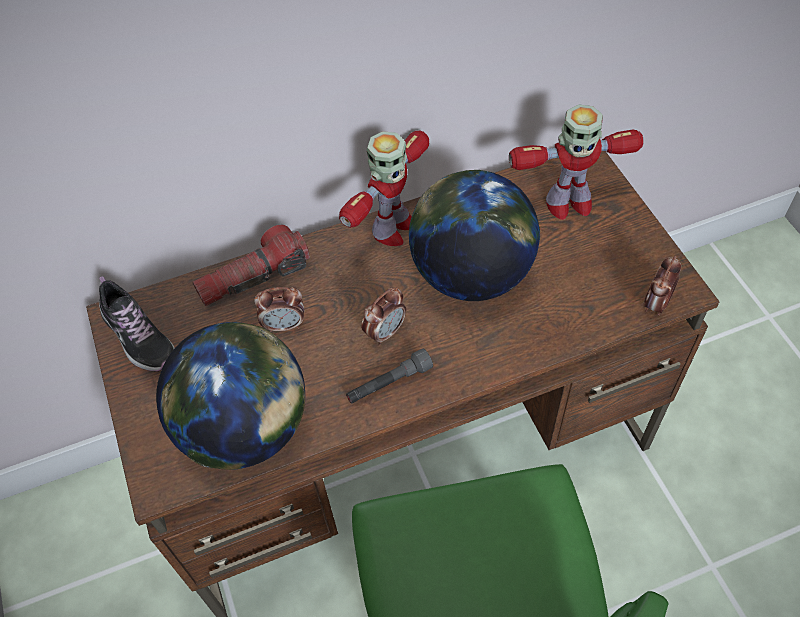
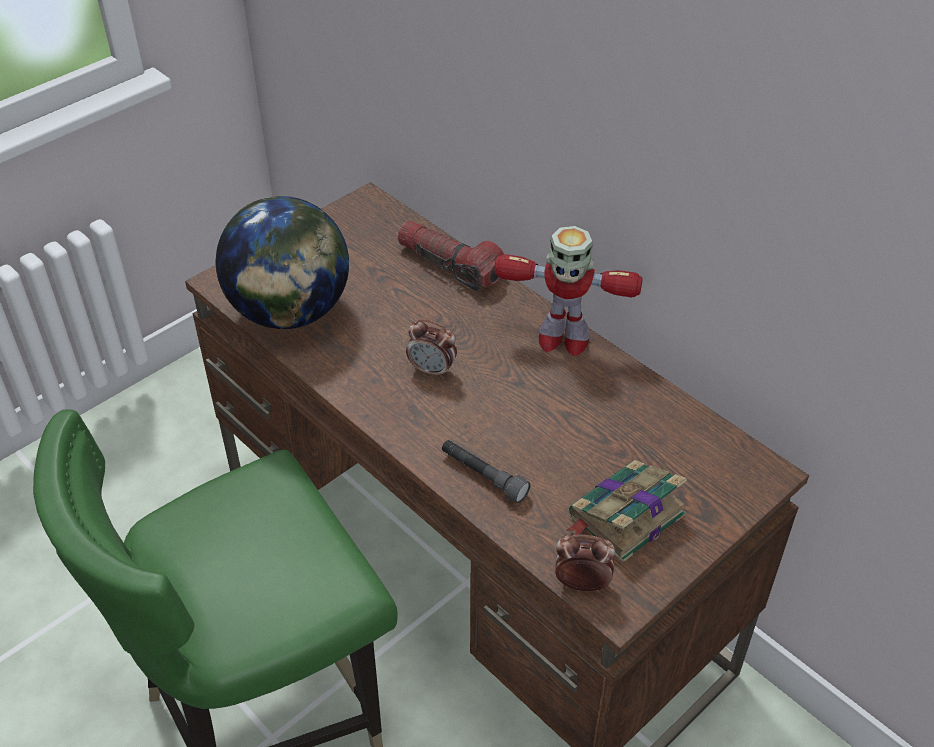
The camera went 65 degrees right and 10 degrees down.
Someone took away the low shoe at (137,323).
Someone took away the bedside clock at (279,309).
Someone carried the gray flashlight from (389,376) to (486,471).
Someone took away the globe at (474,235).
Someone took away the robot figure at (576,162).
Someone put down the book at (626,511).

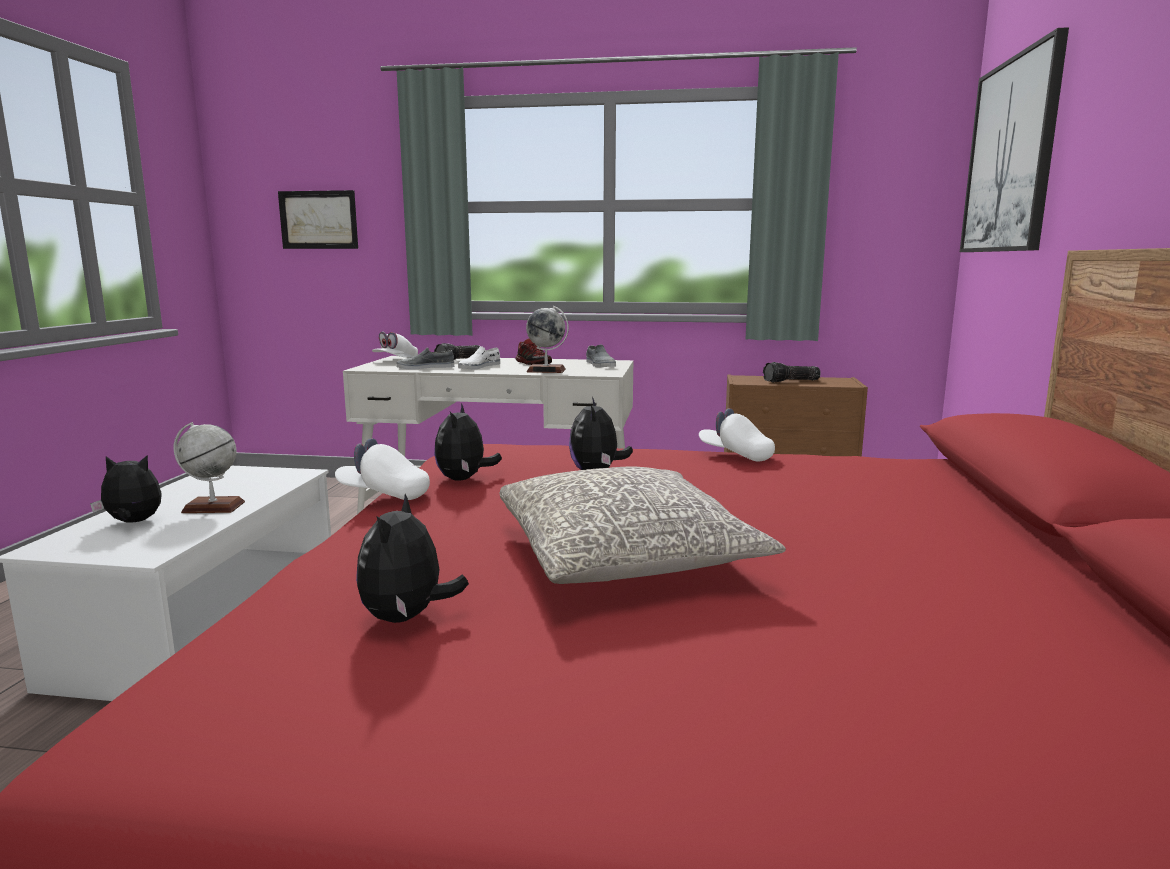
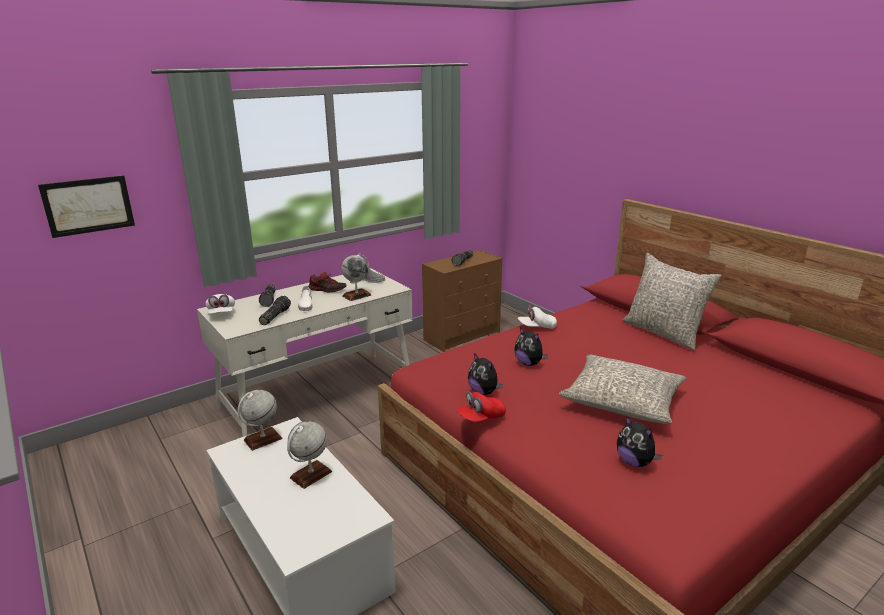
The camera went 45 degrees left and 10 degrees up.
Someone took away the soft toy at (126,489).
Someone repainted the whitish baseball cap at (382,469), which became the red-coloured baseball cap at (481,406).
Someone swapped the gray low shoe at (425,358) for the flashlight at (275,310).
Someone took away the wall picture at (1014,139).
Someone put down the globe at (260,420).
Someone put down the gray cushion at (672,301).

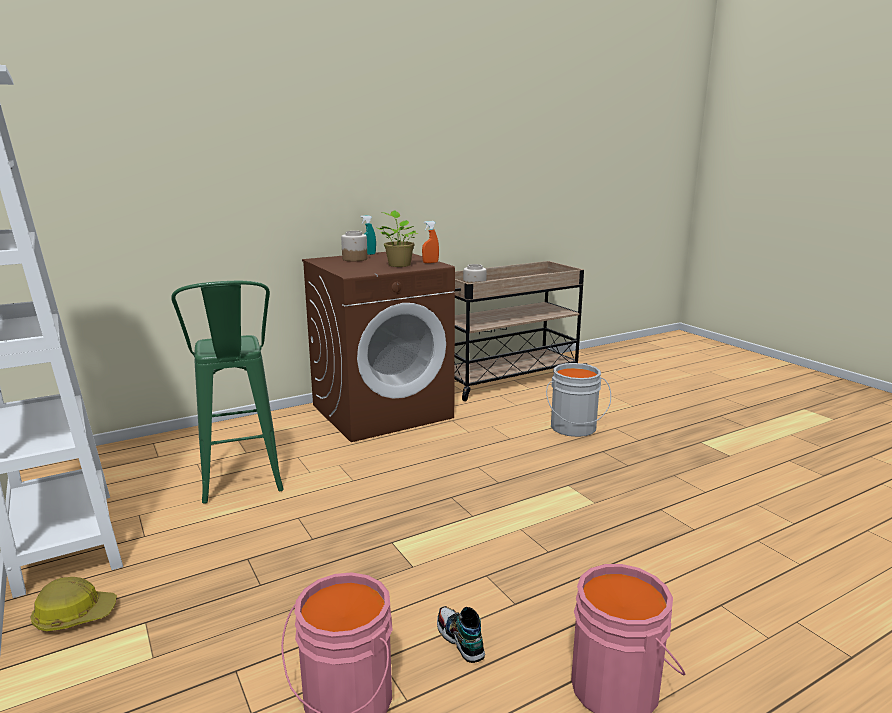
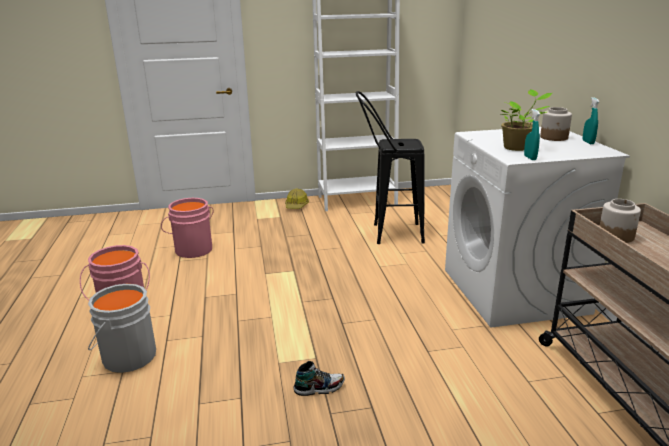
The camera went 110 degrees right and 5 degrees up.
Someone repainted the greenish sitting stool at (227,392), which became the blackish sitting stool at (390,167).
Someone repainted the brown laundry appliance at (378,347), which became the whitish laundry appliance at (537,227).
Someone repainted the orange-coloured sprayer at (430,242), which became the turquoise sprayer at (532,134).
Someone carried the low shoe from (461,634) to (319,378).
Someone carried the gray bucket from (578,400) to (122,328).

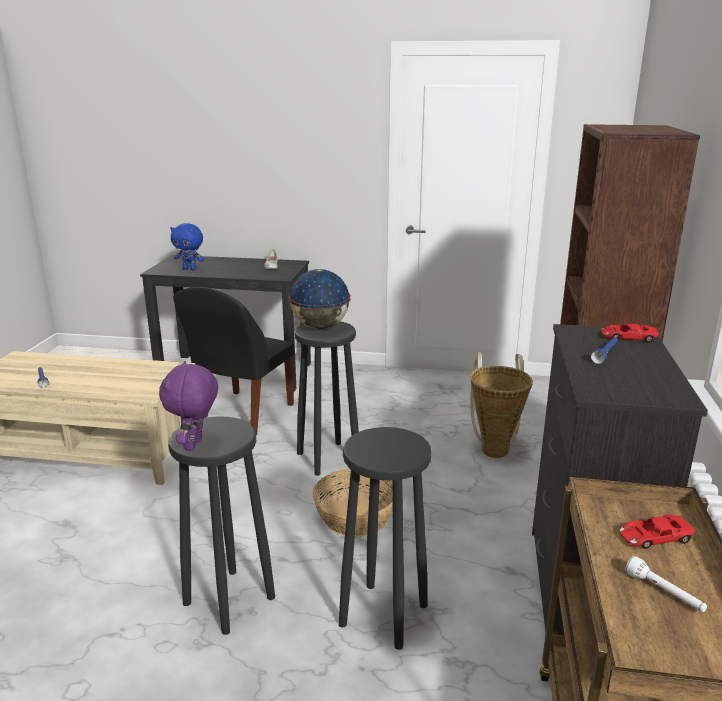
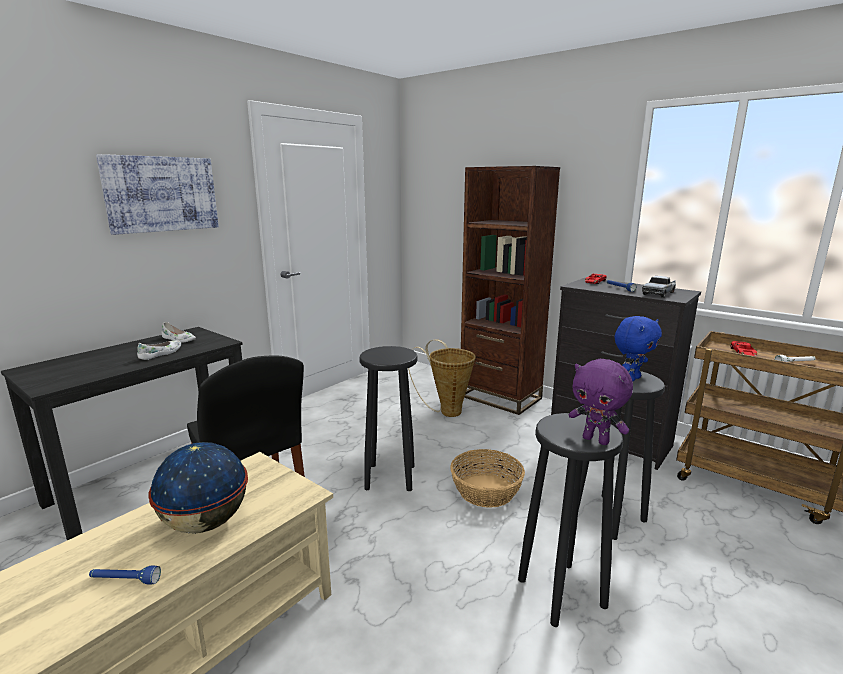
The camera went 60 degrees left and 5 degrees down.
Someone carried the blue-coloured soft toy from (187,246) to (638,348).
Someone carried the globe from (319,299) to (198,488).
Someone put up the wall picture at (157,194).
Someone put down the whitish low shoe at (159,350).
Someone put down the toy truck at (659,287).

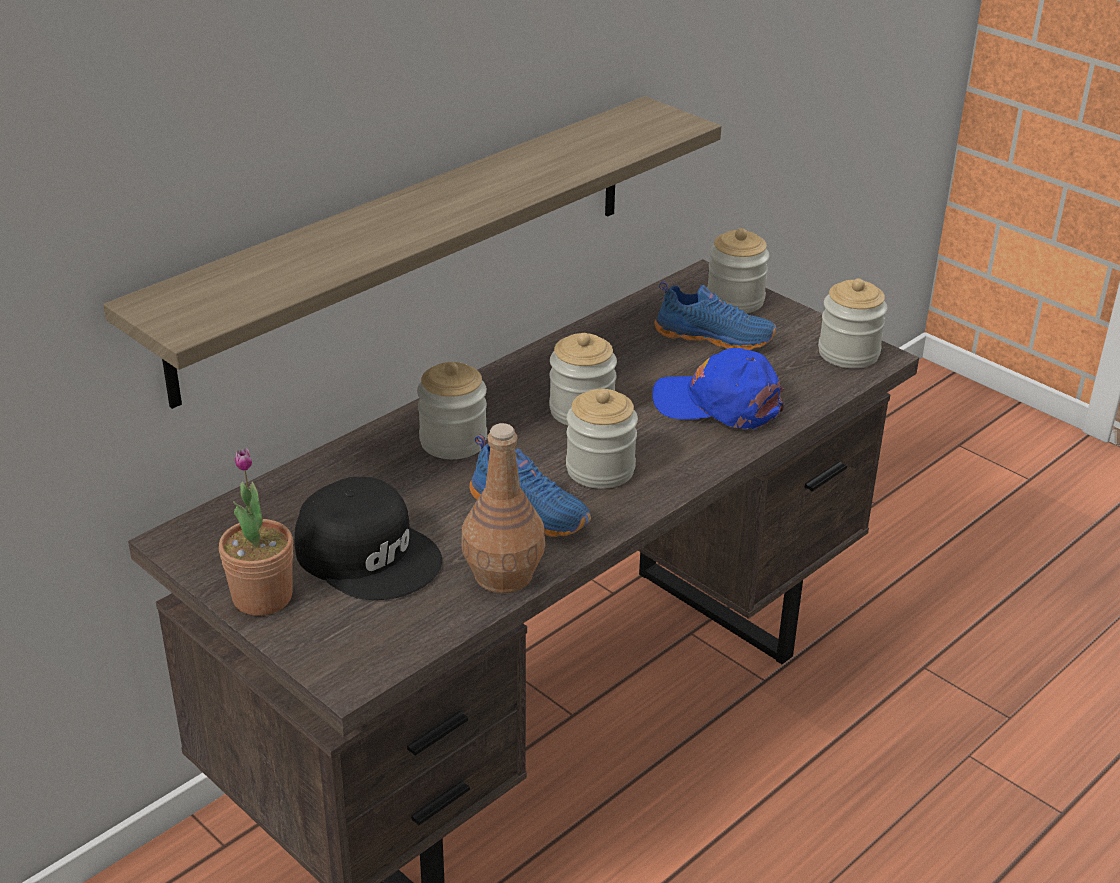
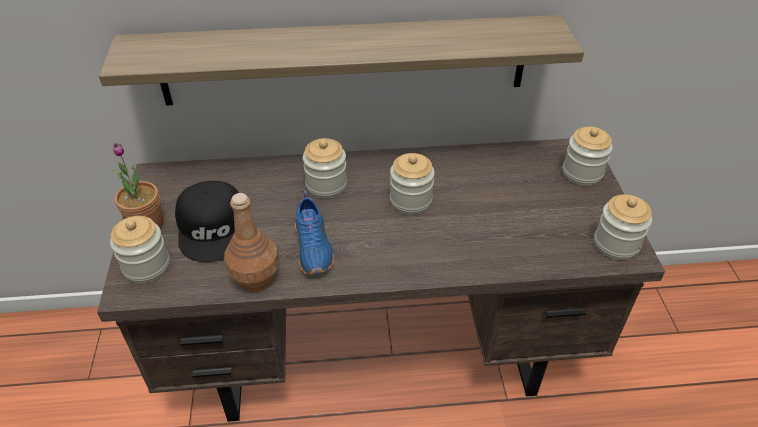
The camera went 40 degrees right and 10 degrees up.
Someone carried the storage jar from (602,439) to (140,249).
Someone took away the blue-coloured baseball cap at (718,388).
Someone took away the blue-coloured low shoe at (715,315).

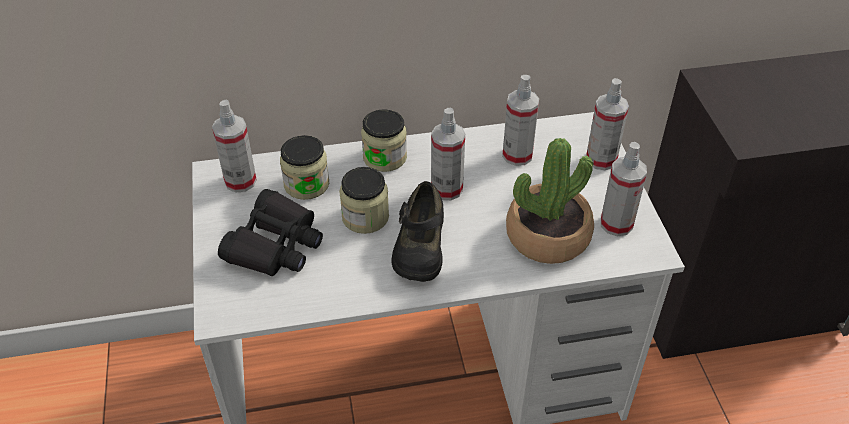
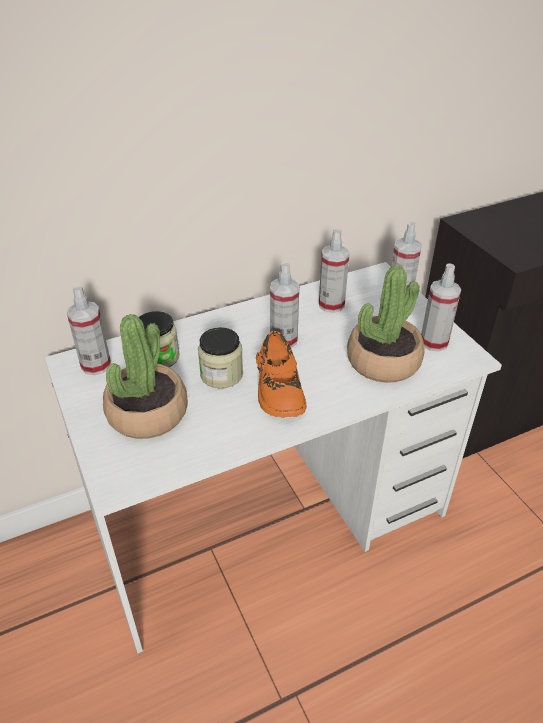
The camera went 15 degrees left and 5 degrees down.
Someone swapped the blackish binoculars at (270,232) for the potted plant at (145,376).
Someone took away the storage jar at (384,140).
Someone repainted the blackish low shoe at (418,231), which became the orange-coloured low shoe at (281,374).

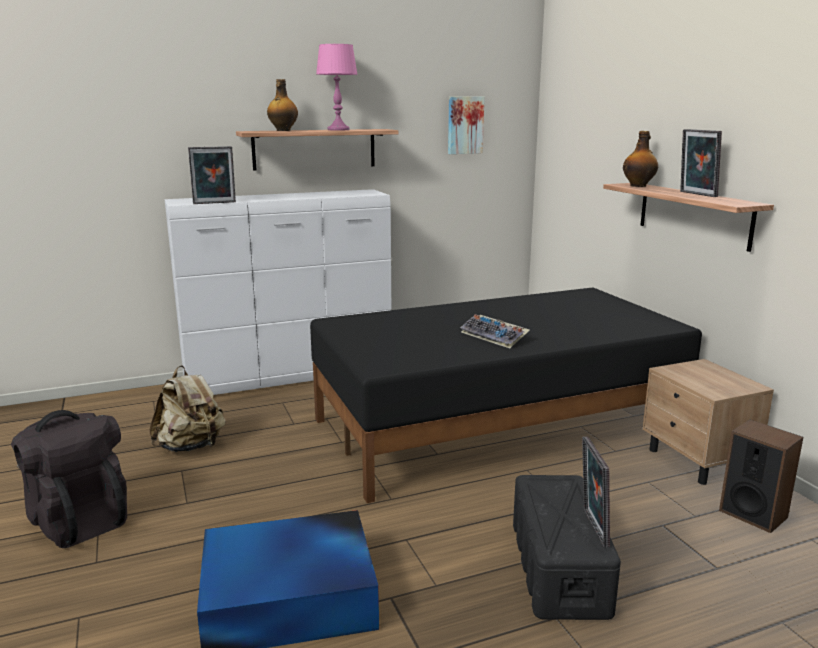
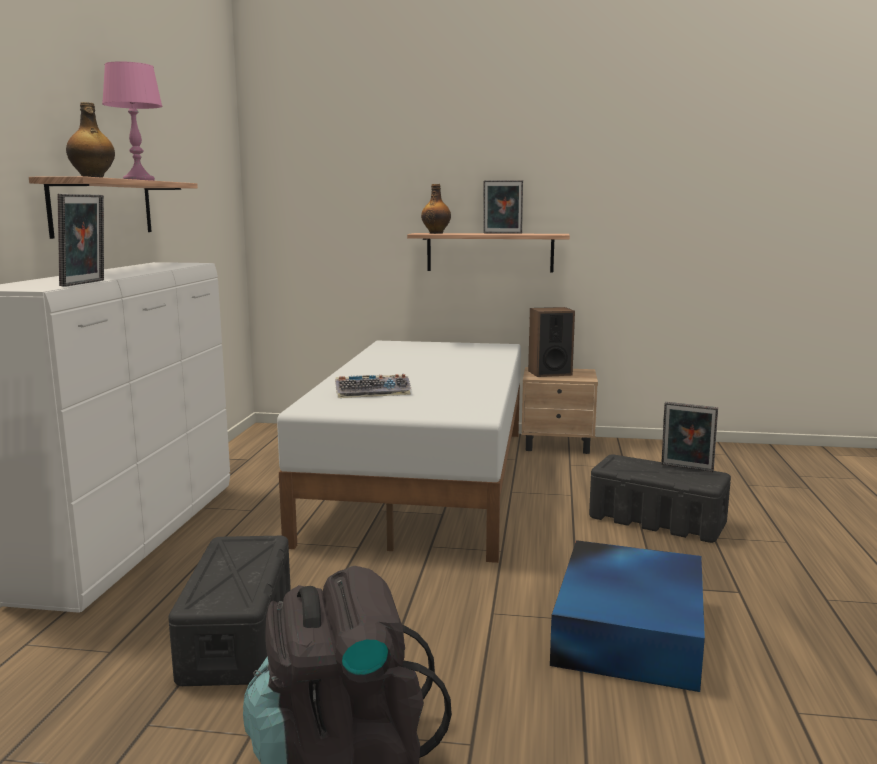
The camera went 60 degrees left and 5 degrees down.
Someone swapped the beige-coloured rucksack at (187,408) for the blackish storage container at (229,611).
Someone repainted the blackish bedroom bed at (506,395), which became the whitish bedroom bed at (399,452).
Someone took away the wall picture at (466,125).
Someone carried the computer keyboard from (495,331) to (373,386).
Someone carried the speaker from (761,476) to (551,342).

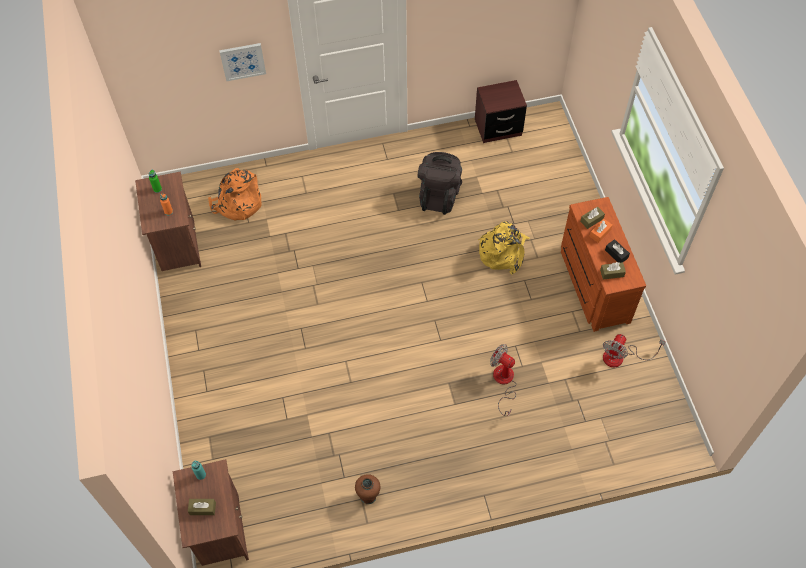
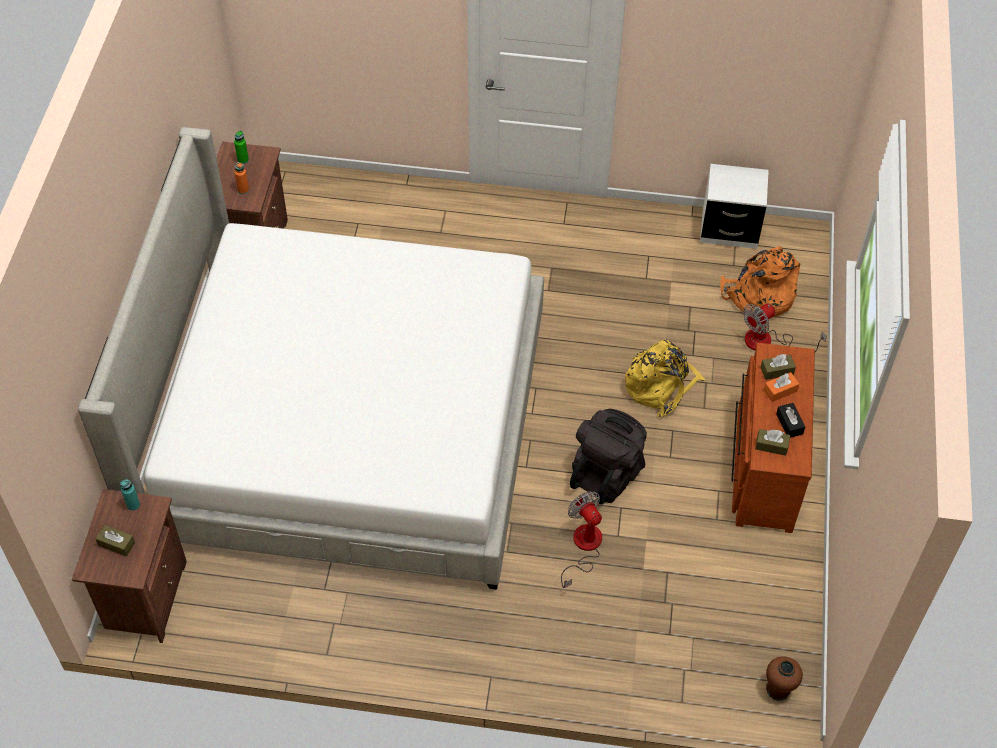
The camera went 20 degrees right and 5 degrees down.
Someone carried the orange-coloured rucksack from (234,194) to (760,282).
Someone took away the wall picture at (242,62).
Someone carried the brown vase from (367,489) to (784,678).
Someone carried the blackish rucksack from (440,183) to (608,456).
Someone repainted the brown night table at (501,111), which became the whitish night table at (734,206).
Someone carried the cooling fan from (634,350) to (785,328).
Someone put down the bedroom bed at (311,358).

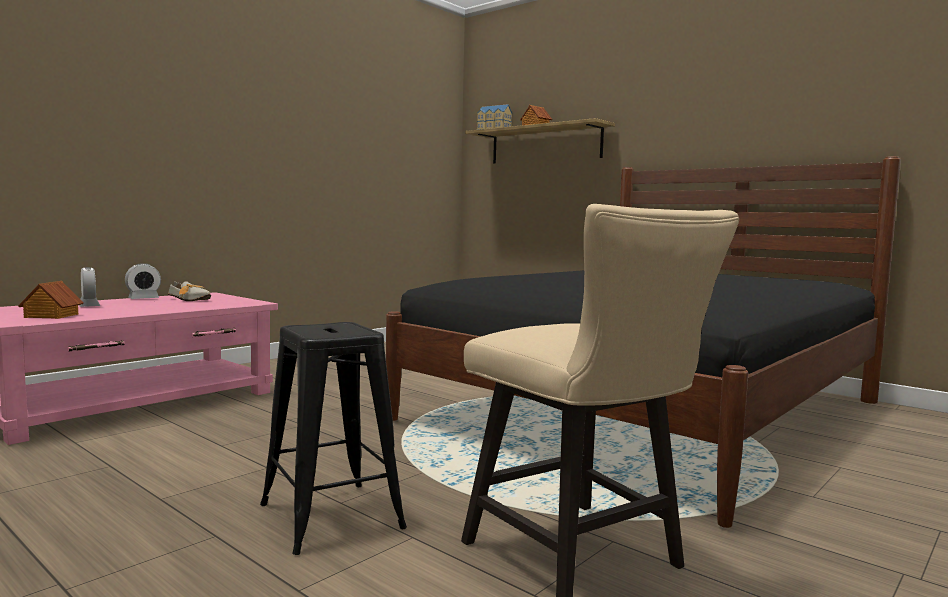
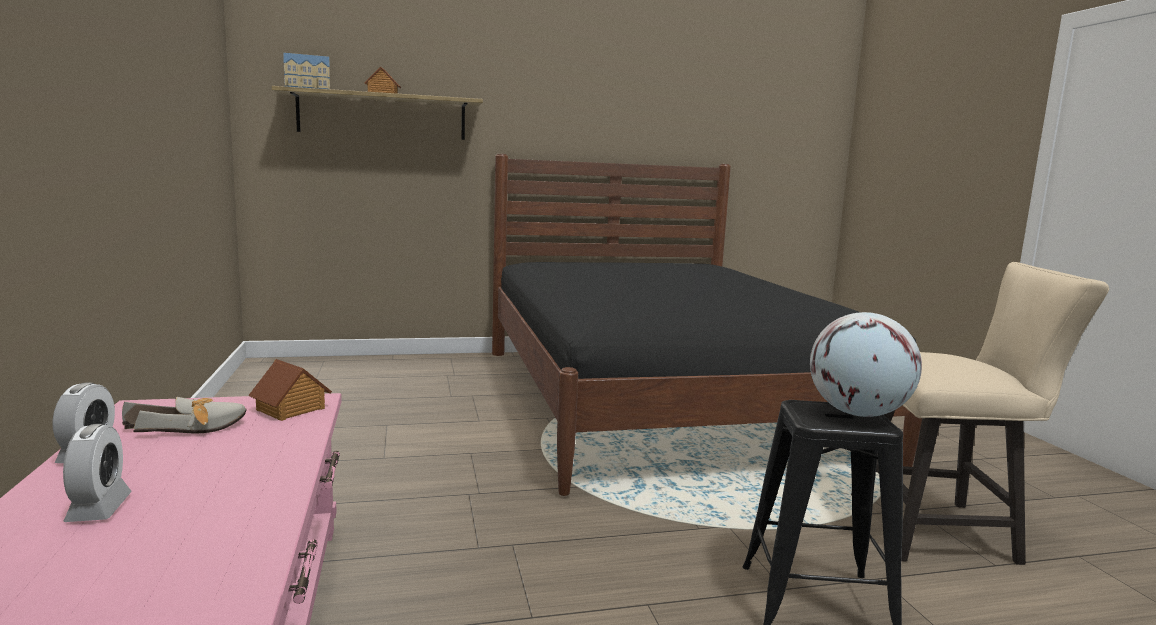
The camera went 55 degrees left and 5 degrees up.
Someone carried the toy house from (50,300) to (290,390).
Someone rotated the bedside clock at (89,287) by 75 degrees clockwise.
Someone put down the globe at (866,364).

